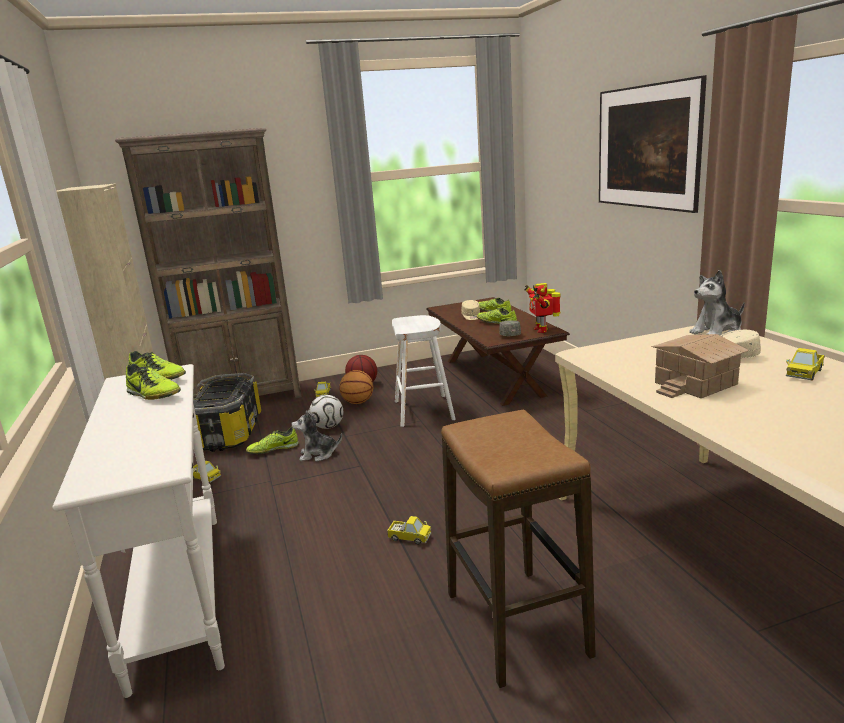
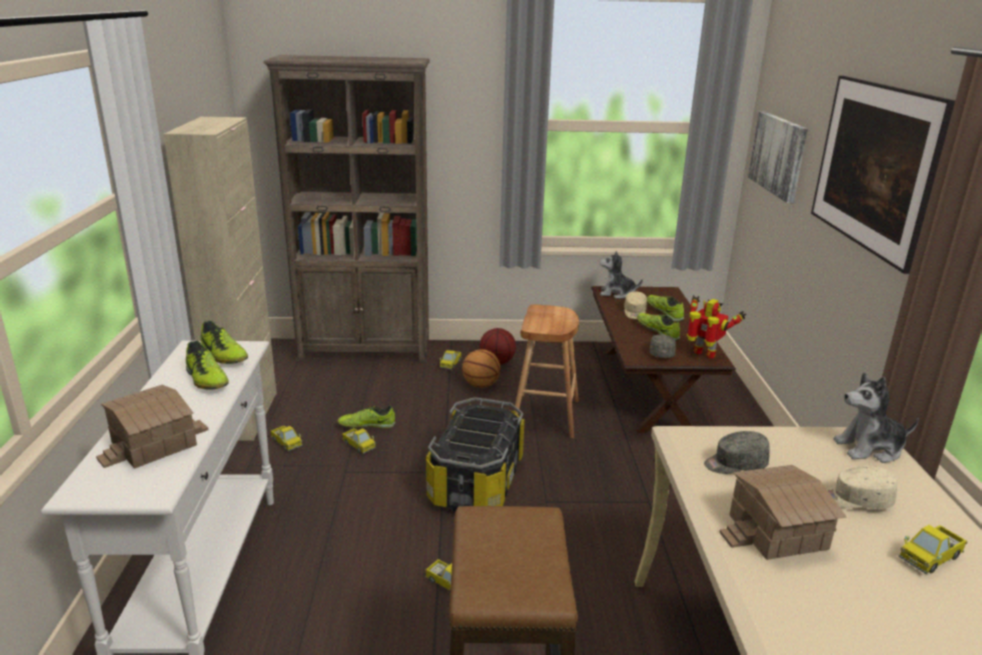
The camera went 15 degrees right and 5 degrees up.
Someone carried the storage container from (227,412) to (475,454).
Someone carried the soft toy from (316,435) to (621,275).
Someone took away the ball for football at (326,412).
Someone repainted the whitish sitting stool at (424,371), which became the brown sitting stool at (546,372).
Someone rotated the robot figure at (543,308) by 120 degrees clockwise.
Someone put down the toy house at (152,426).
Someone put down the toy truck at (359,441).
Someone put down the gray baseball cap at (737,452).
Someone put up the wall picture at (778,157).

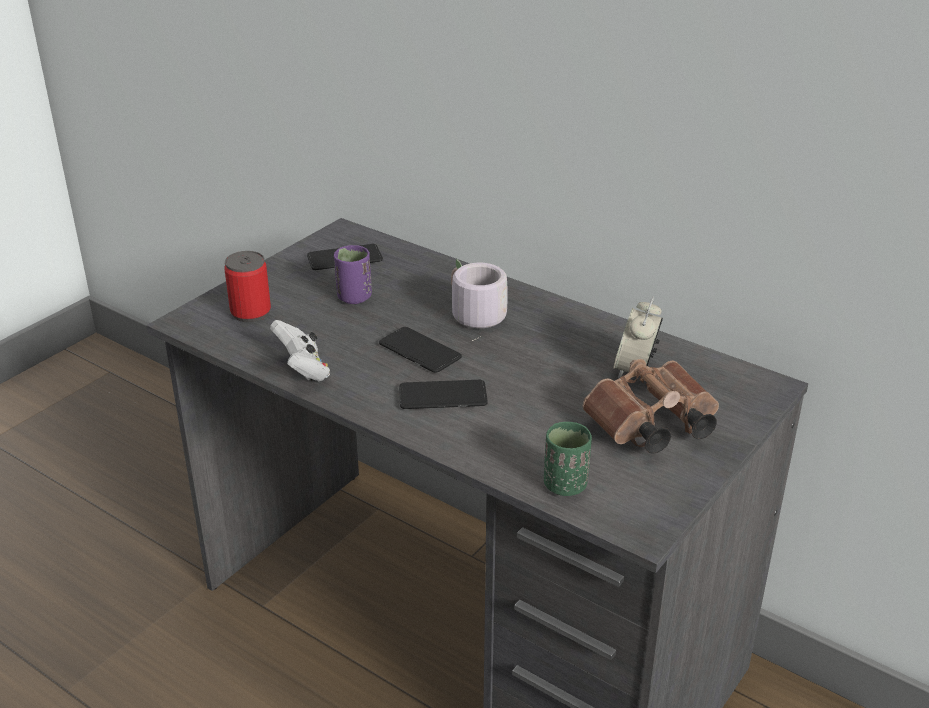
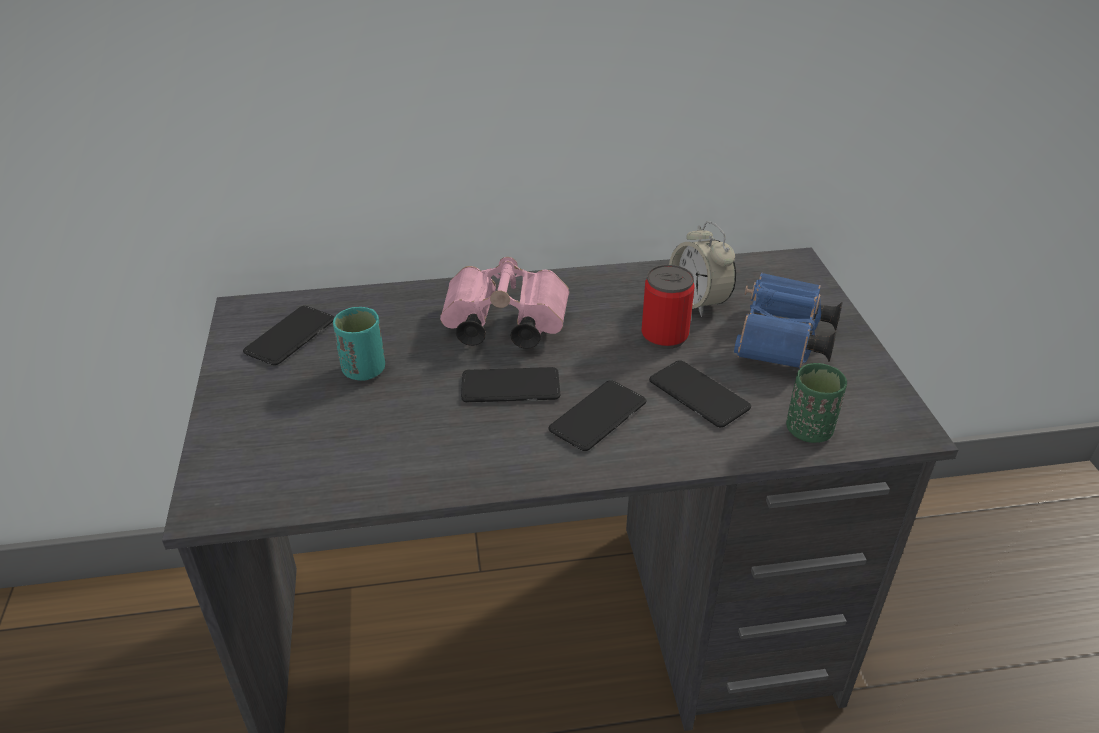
The camera went 45 degrees left and 5 degrees up.
Someone carried the metal can from (247,286) to (667,307).
Someone took away the whitish gamepad at (300,350).
Someone repainted the purple small cup at (353,274), which became the turquoise small cup at (359,344).
Someone swapped the gray tea mug at (479,300) for the pink-coloured binoculars at (504,303).
Someone repainted the brown binoculars at (651,406), which became the blue-coloured binoculars at (788,320).
Someone put down the telephone at (700,393).

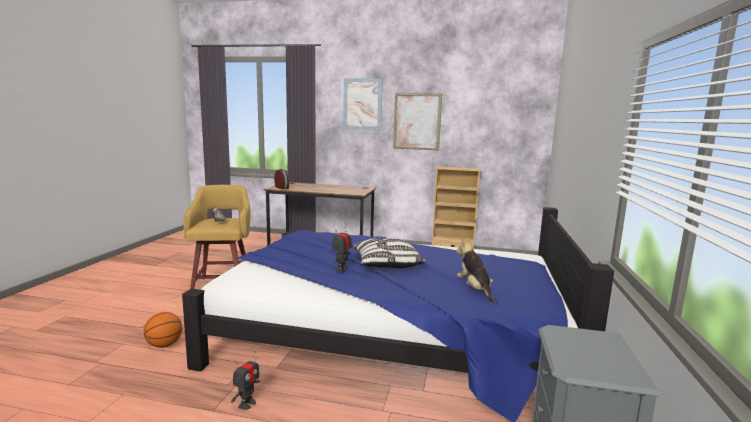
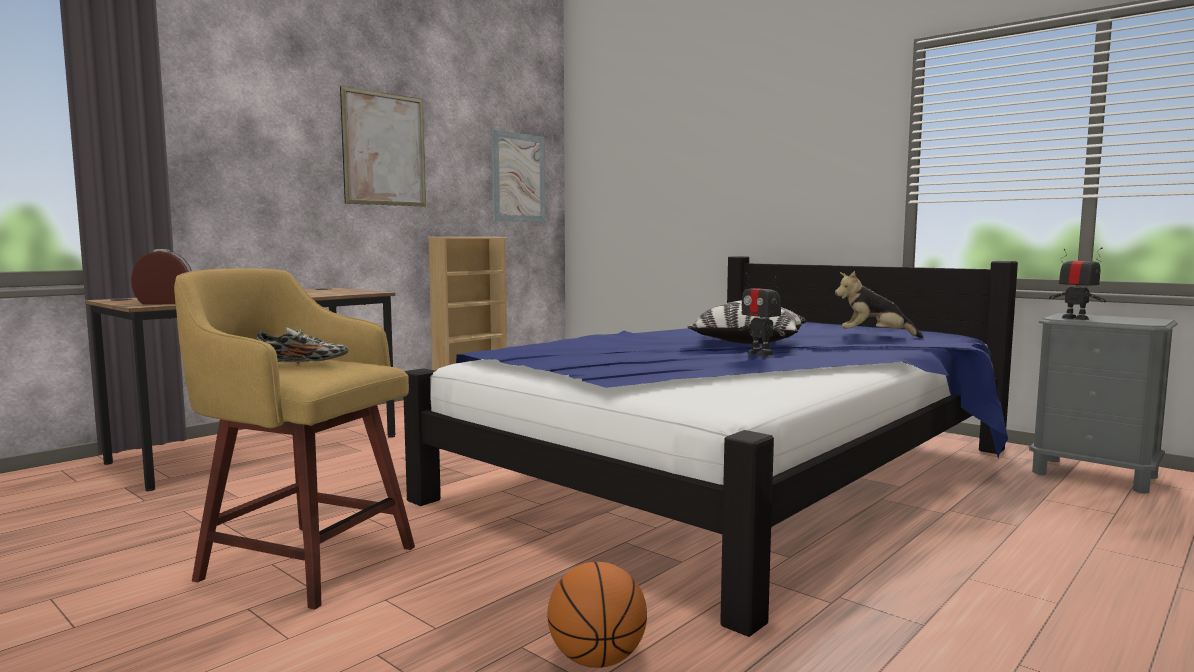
The camera went 60 degrees left and 5 degrees down.
Someone carried the robot figure from (245,381) to (1077,283).
Someone carried the wall picture from (363,104) to (518,176).

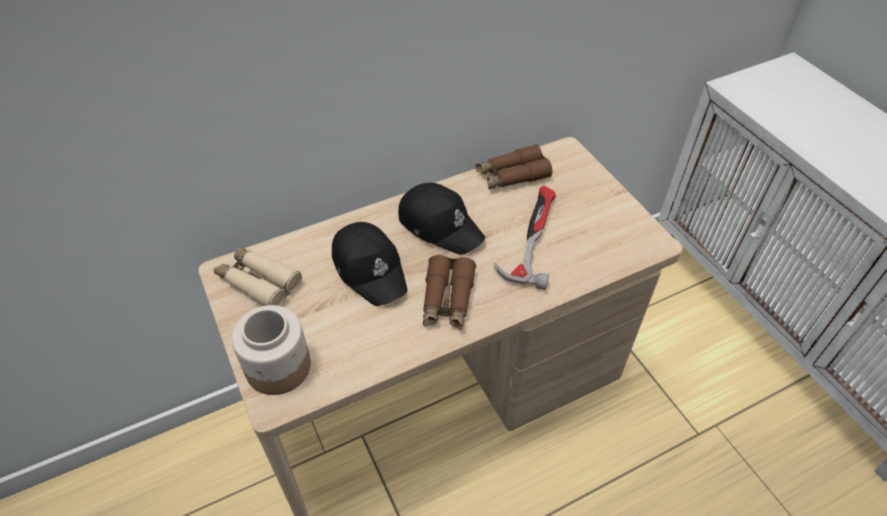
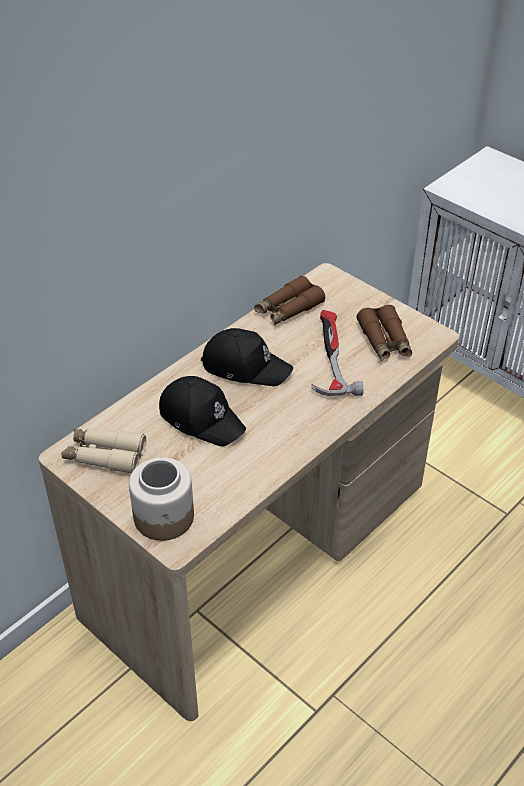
The camera went 20 degrees left and 5 degrees down.
Someone carried the brown binoculars from (449,292) to (384,333).

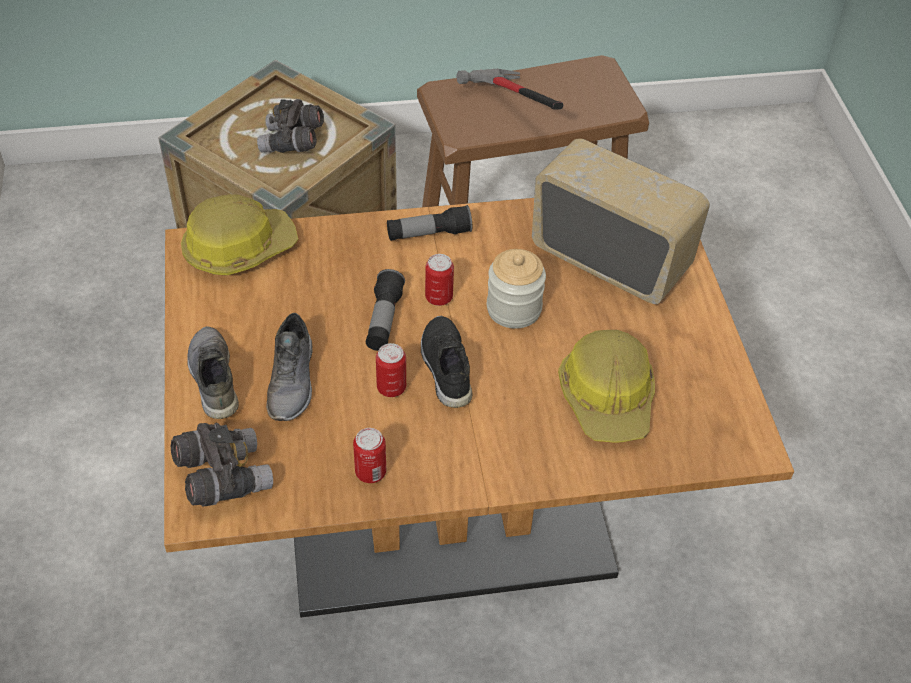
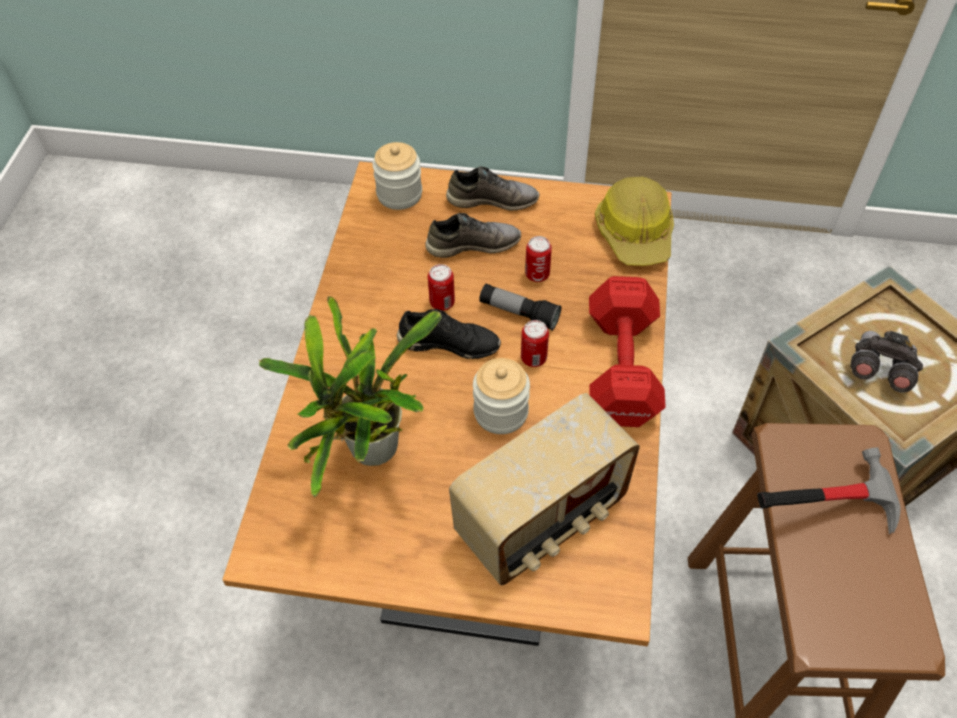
The camera went 110 degrees right and 5 degrees up.
Someone swapped the gray binoculars at (222,465) for the storage jar at (397,176).
Someone rotated the gray low shoe at (289,367) by 150 degrees clockwise.
Someone carried the metal can from (369,455) to (538,259).
Someone swapped the flashlight at (429,223) for the red-coloured free weight at (627,351).
Someone swapped the hard hat at (606,386) for the potted plant at (350,397).

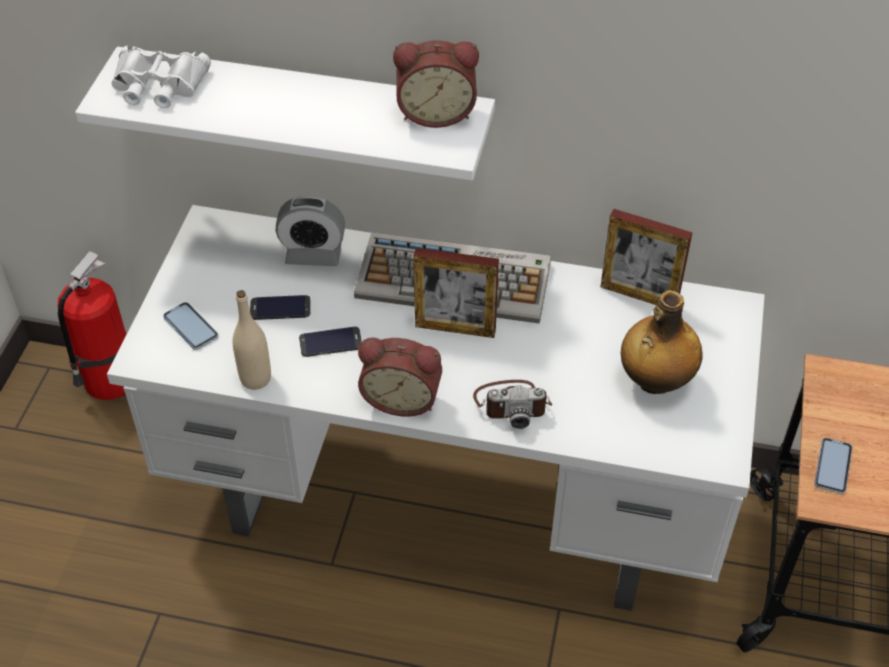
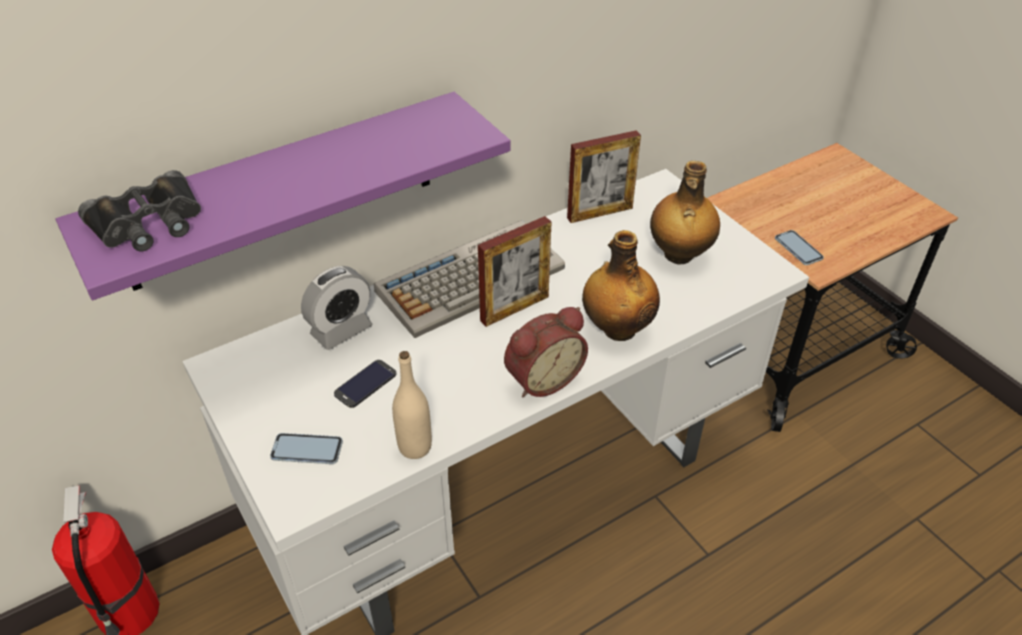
The camera went 45 degrees left and 5 degrees down.
Someone repainted the whitish shelf at (285,114), which became the purple shelf at (283,196).
Someone repainted the whitish binoculars at (161,76), which became the blackish binoculars at (139,210).
Someone took away the telephone at (330,342).
Someone took away the bedside clock at (436,84).
Someone swapped the still camera at (512,404) for the bottle at (621,285).

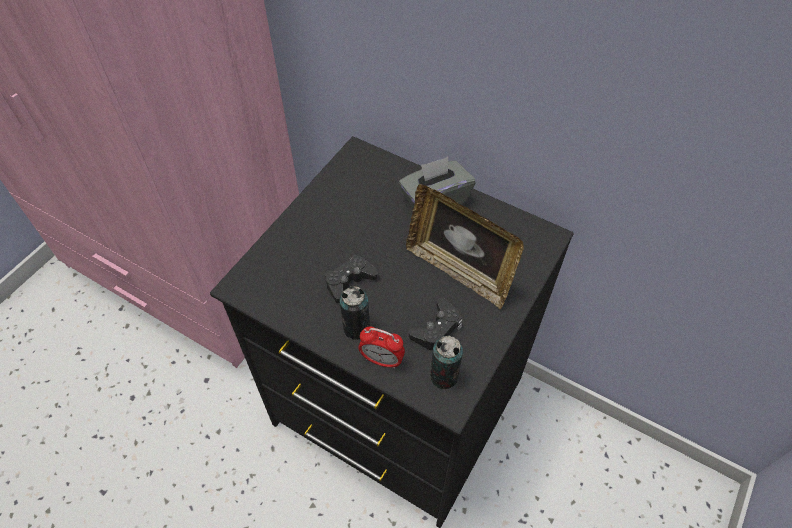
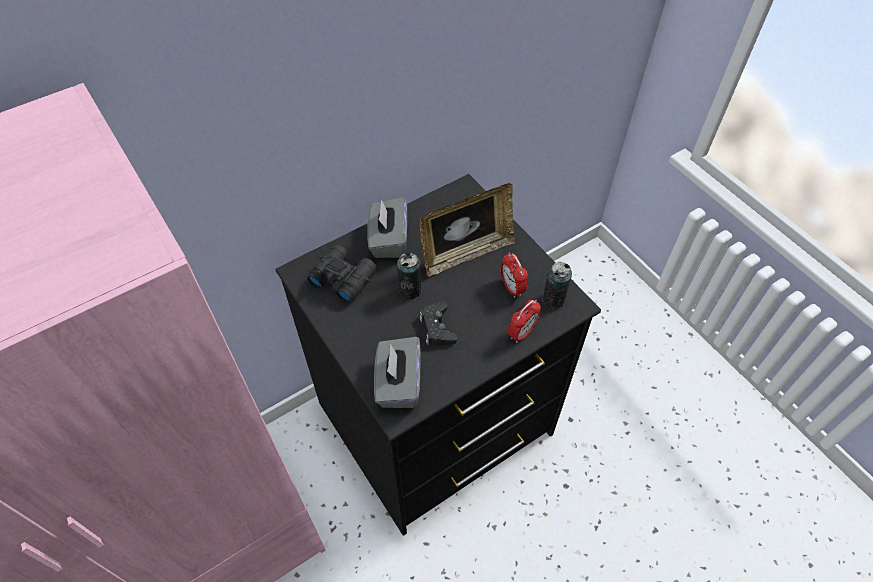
The camera went 65 degrees left and 0 degrees up.
Someone carried the metal can from (354,313) to (409,276).
Someone swapped the blackish gamepad at (435,324) for the bedside clock at (514,275).
Someone put down the blackish binoculars at (342,273).
Someone put down the gray box of tissues at (397,372).

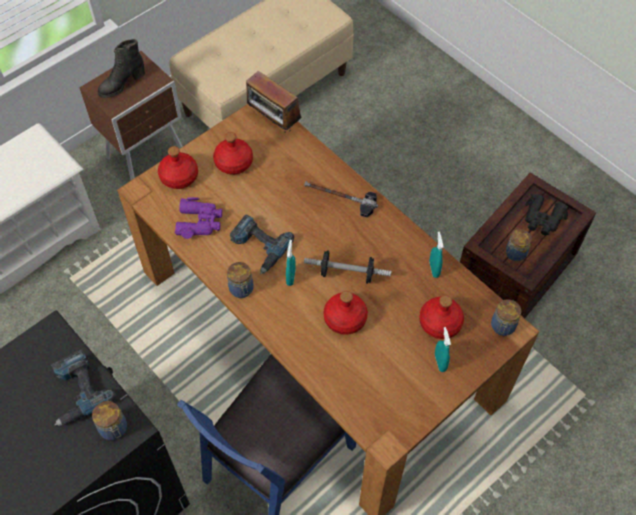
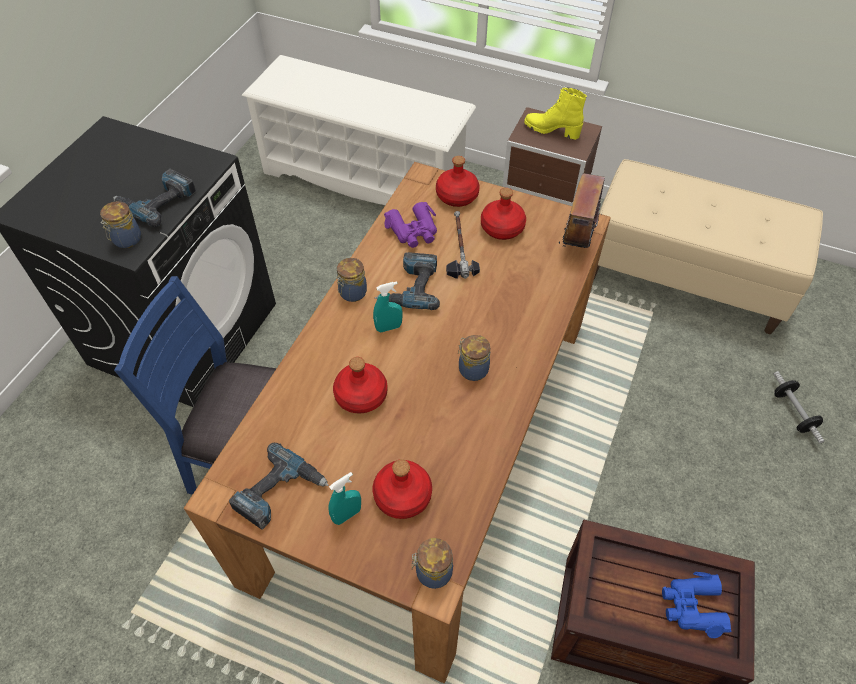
The camera went 65 degrees right and 5 degrees down.
Someone repainted the blackish tall boot at (121,68), which became the yellow-coloured tall boot at (555,113).
Someone carried the hand hammer from (341,199) to (463,245).
Someone carried the free weight from (347,267) to (799,407).
Someone took away the turquoise sprayer at (436,255).
Someone carried the storage jar from (519,245) to (474,358).
Someone repainted the blackish binoculars at (546,214), which became the blue-coloured binoculars at (696,605).
Someone put down the electric drill at (278,486).

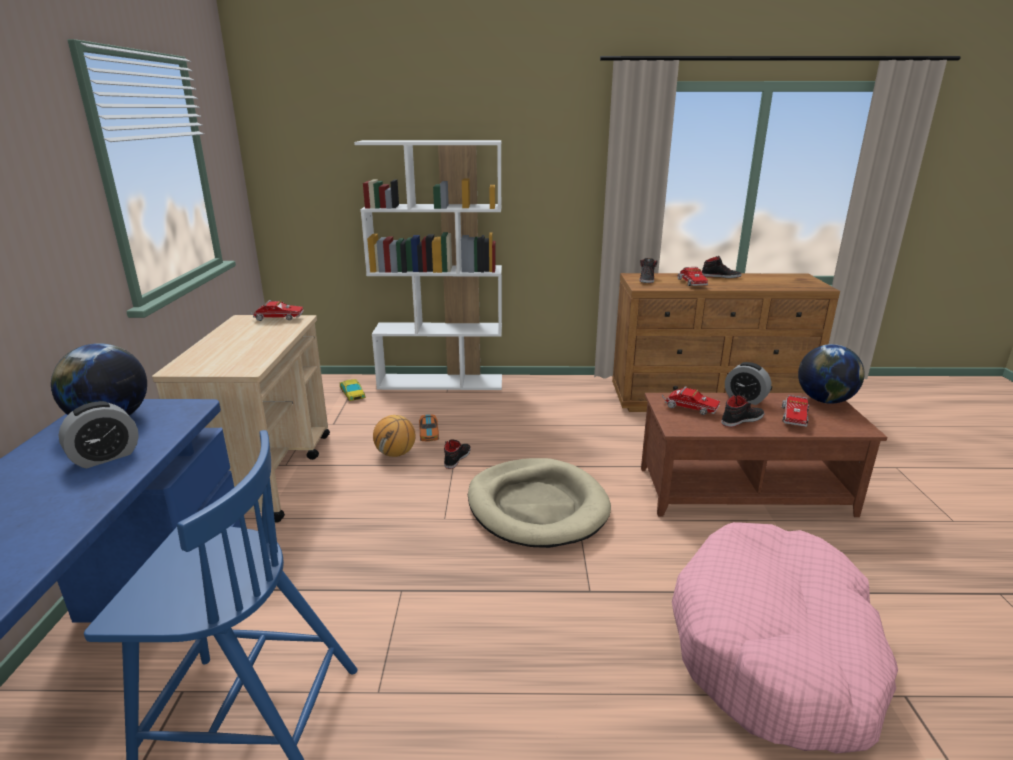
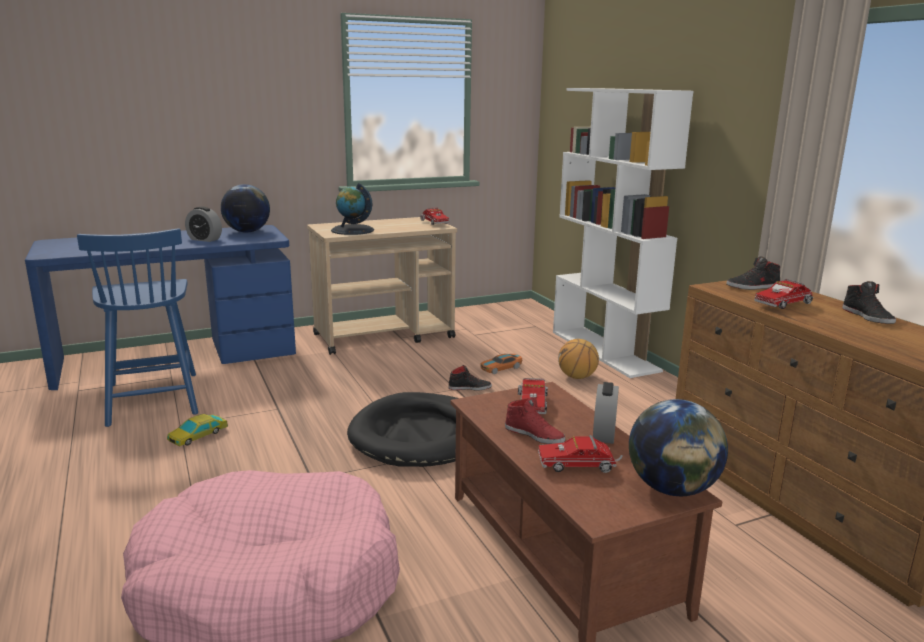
The camera went 65 degrees right and 5 degrees down.
Someone carried the toy car from (353,390) to (197,430).
Someone carried the ball for basketball from (394,436) to (578,359).
Someone repainted the beige-coloured pet bed at (539,503), which became the blackish pet bed at (402,429).
Someone repainted the blackish low shoe at (743,411), which became the red-coloured low shoe at (535,420).
Someone put down the globe at (352,209).

